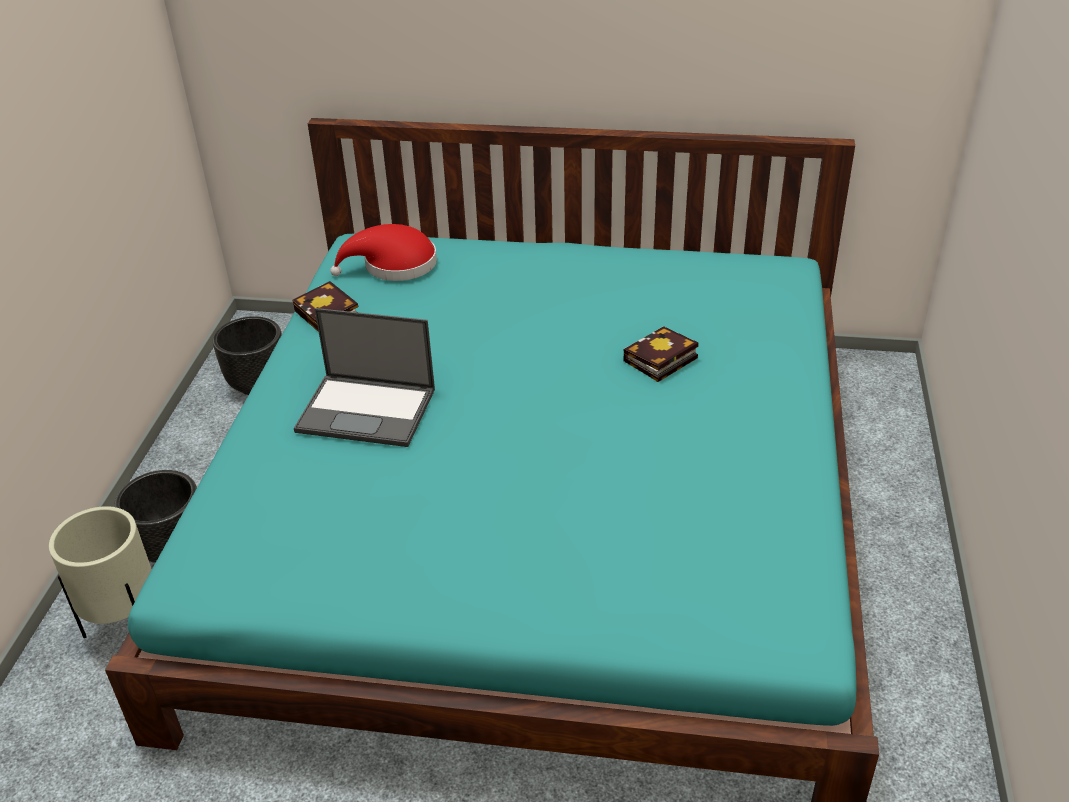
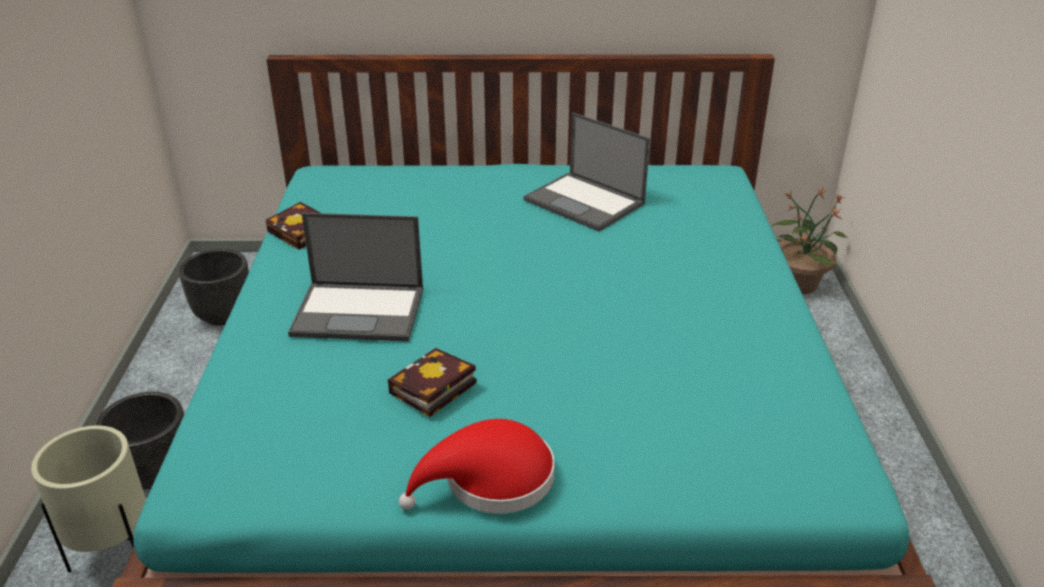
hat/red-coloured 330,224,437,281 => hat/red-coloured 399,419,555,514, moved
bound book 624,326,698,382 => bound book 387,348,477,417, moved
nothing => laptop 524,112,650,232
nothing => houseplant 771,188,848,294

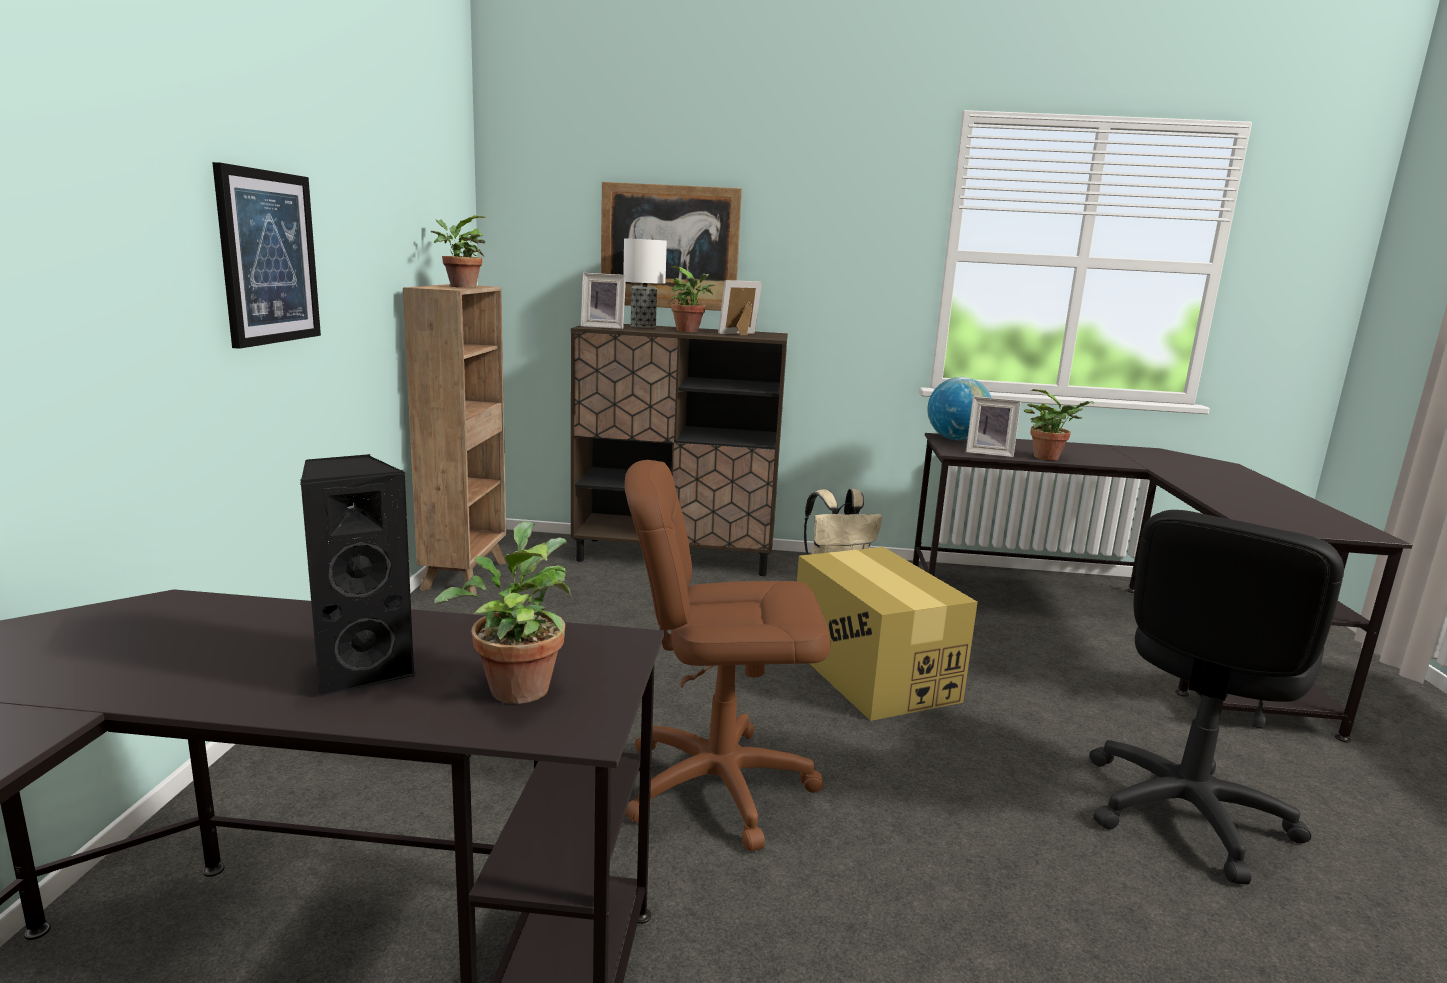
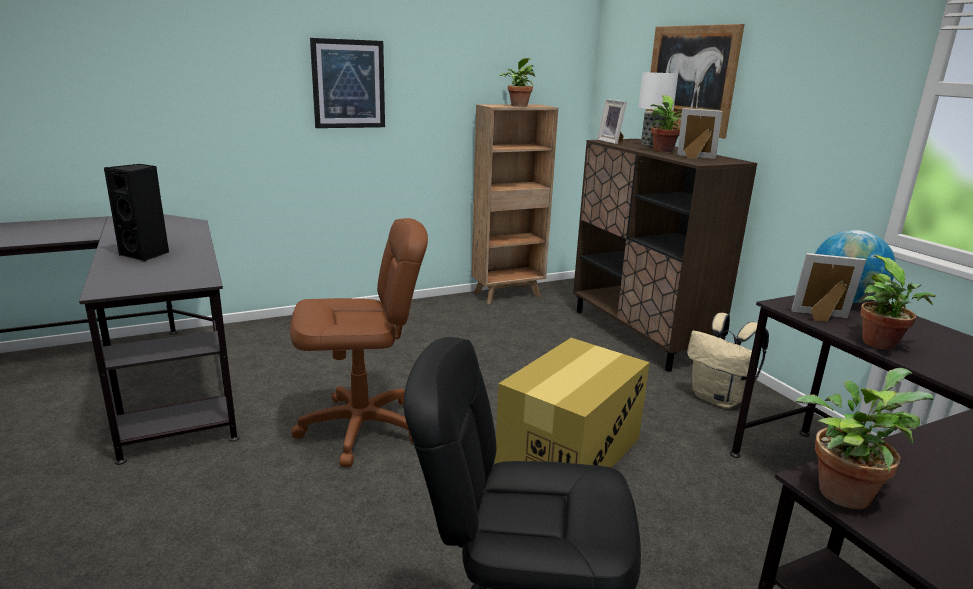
houseplant 435,522,572,704 => houseplant 796,368,934,509, moved
office chair/brownish 625,460,830,852 => office chair/brownish 290,218,428,467, 105 degrees clockwise
picture frame 966,396,1021,457 => picture frame 791,253,866,322, 120 degrees clockwise

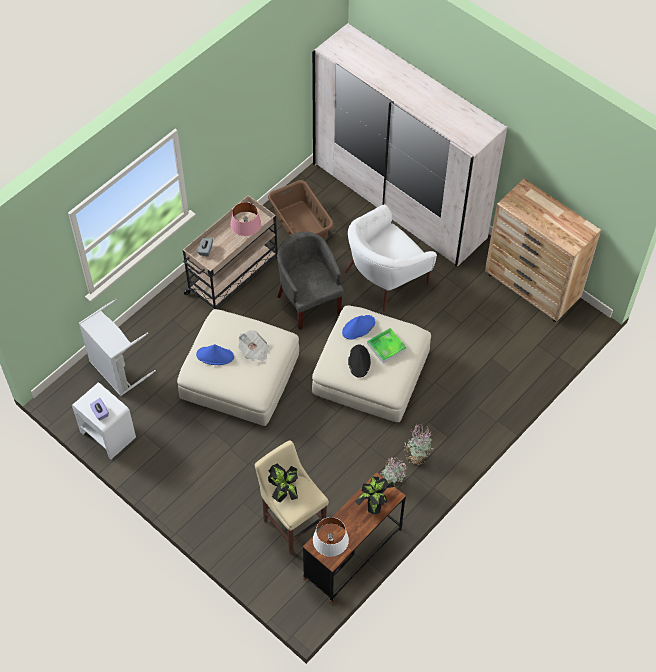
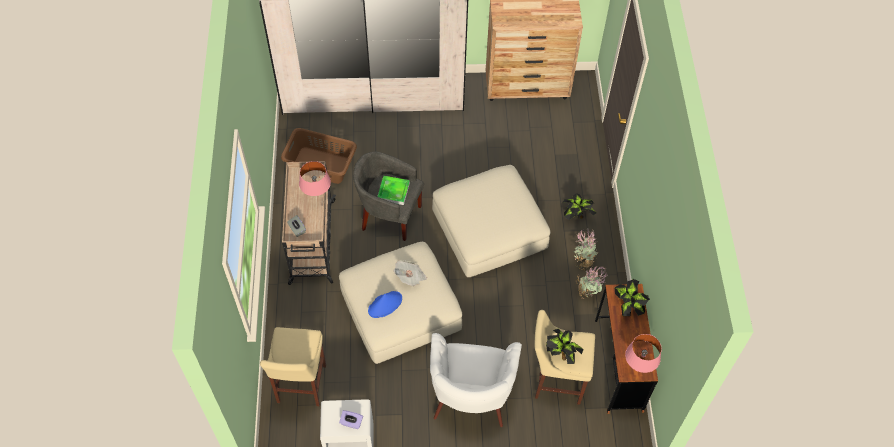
hamper/grey 79,299,156,396 => sitting stool/beige-coloured 260,327,326,406
table lamp/white 313,517,349,557 => table lamp/pink 625,334,662,373
hat/blue-coloured 342,315,375,339 => nothing
easy chair/white 345,205,437,312 => easy chair/white 430,333,522,427, moved
hat/black-coloured 348,345,371,378 => nothing
carrying tray 367,328,407,364 => carrying tray 377,176,410,205, moved
nothing => houseplant 563,193,597,220

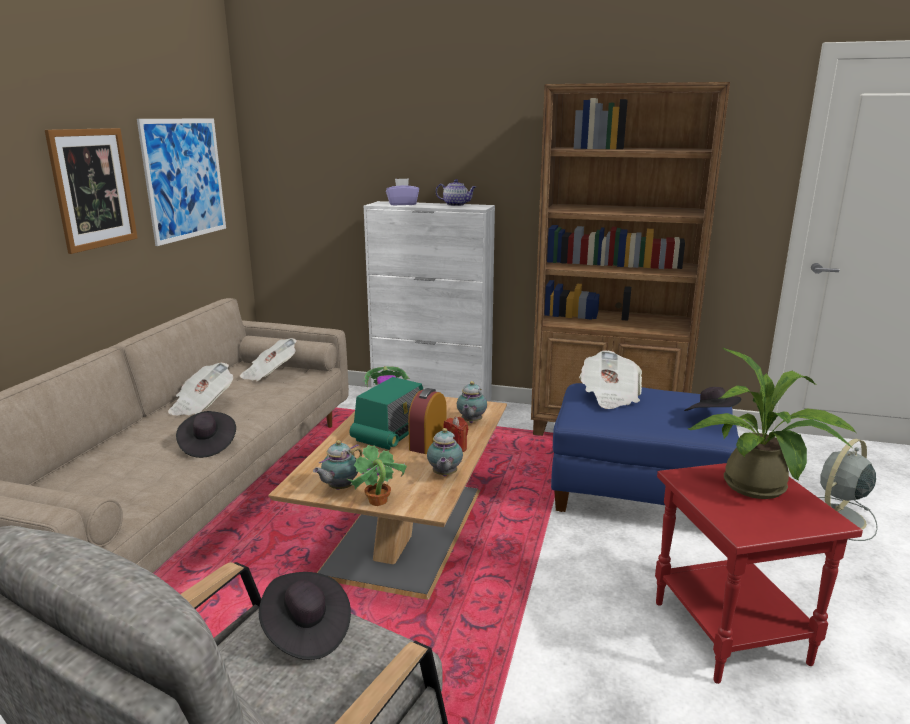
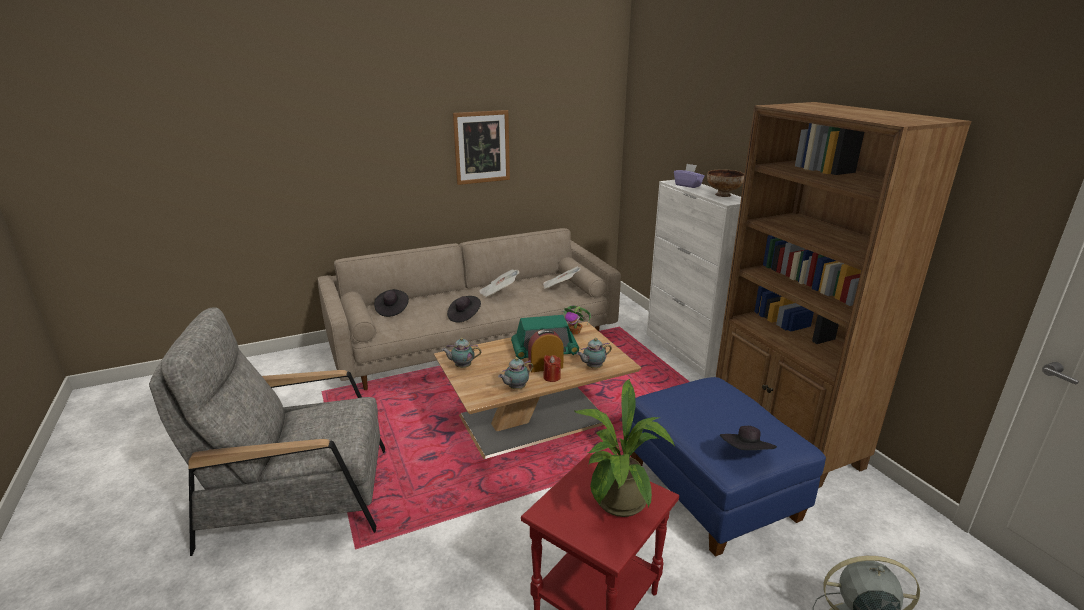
wall picture 137,119,226,246 => nothing
hat/black-coloured 259,572,351,660 => hat/black-coloured 374,289,409,317, moved
houseplant 347,445,407,506 => nothing
teapot 436,179,476,206 => bowl 707,169,745,197
newspaper 580,351,642,409 => nothing

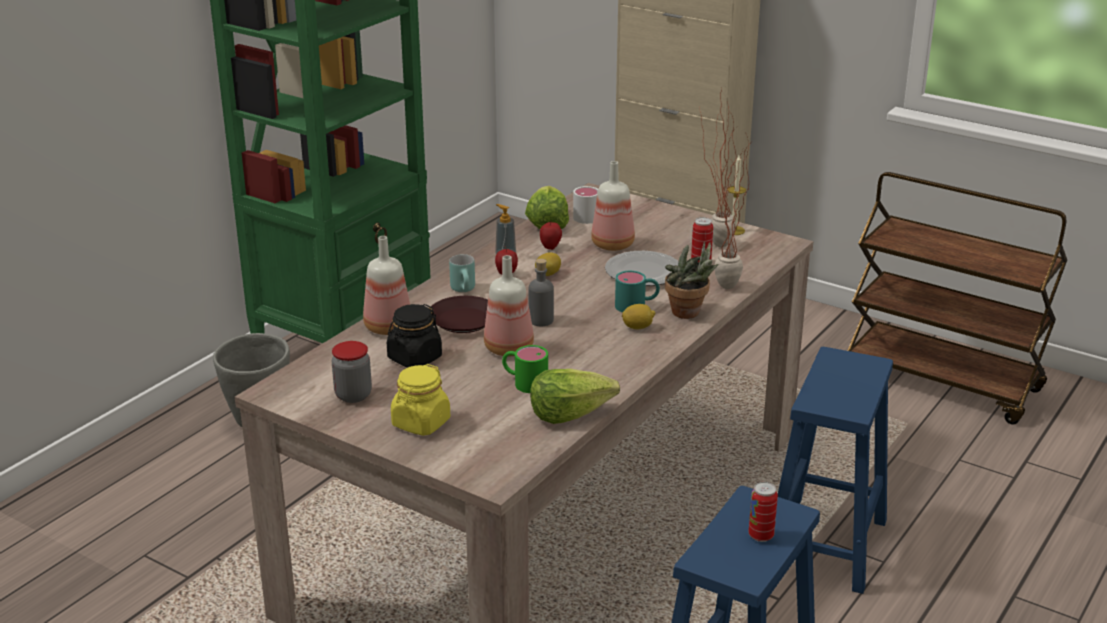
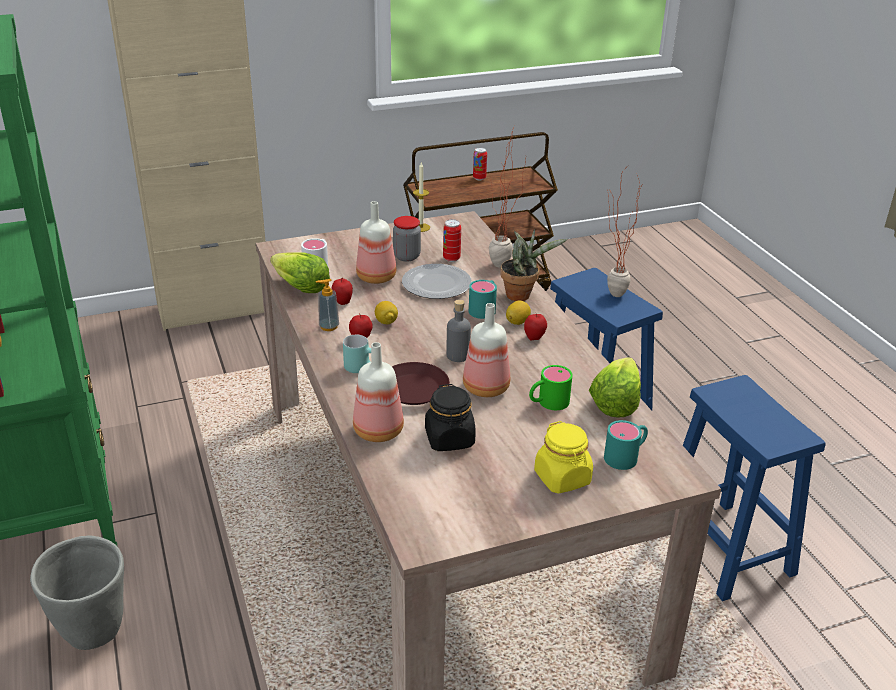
preserve jar 332,341,372,403 => preserve jar 393,216,421,262, moved
houseplant 700,88,743,247 => houseplant 607,169,643,297, moved
can 749,482,778,542 => can 473,147,487,180, moved
nothing => whole apple 524,313,547,340
nothing => tea mug/blue-green 604,420,648,470

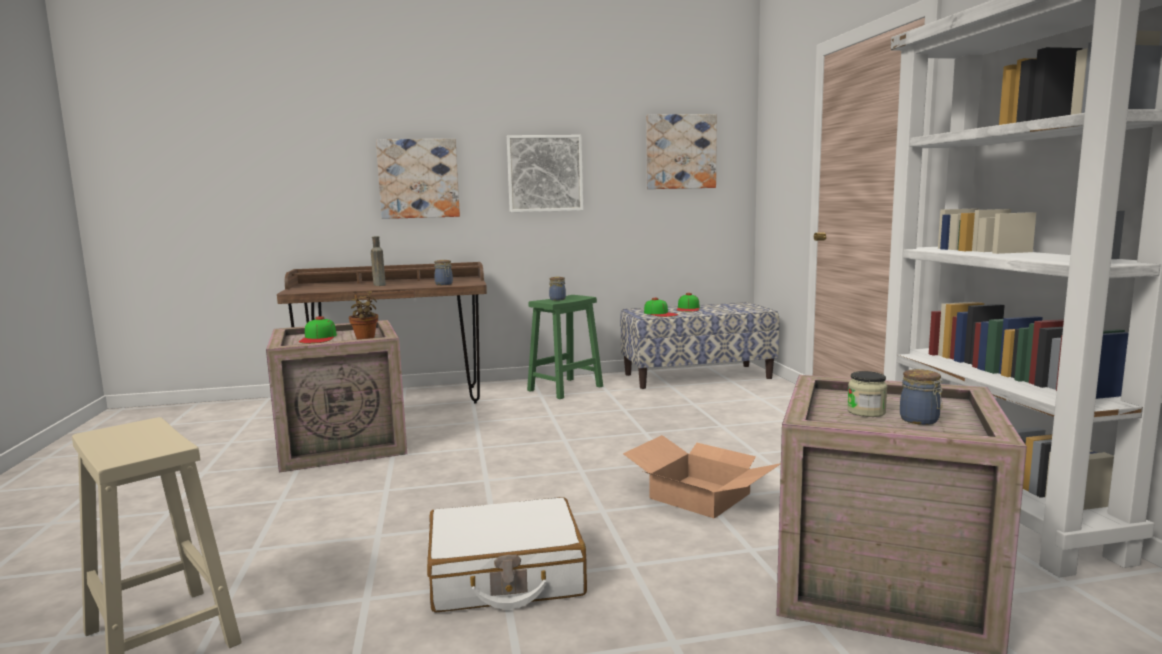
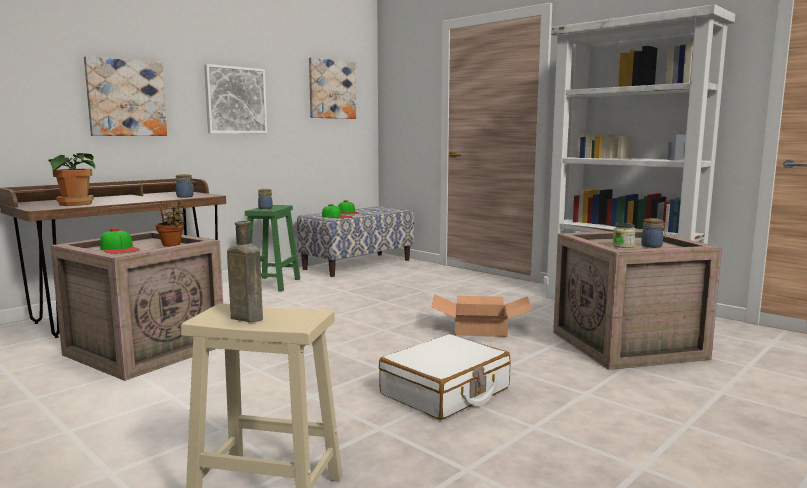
beverage bottle/brownish 371,236,386,286 => beverage bottle/brownish 227,221,263,322, moved
nothing => houseplant 48,153,95,206

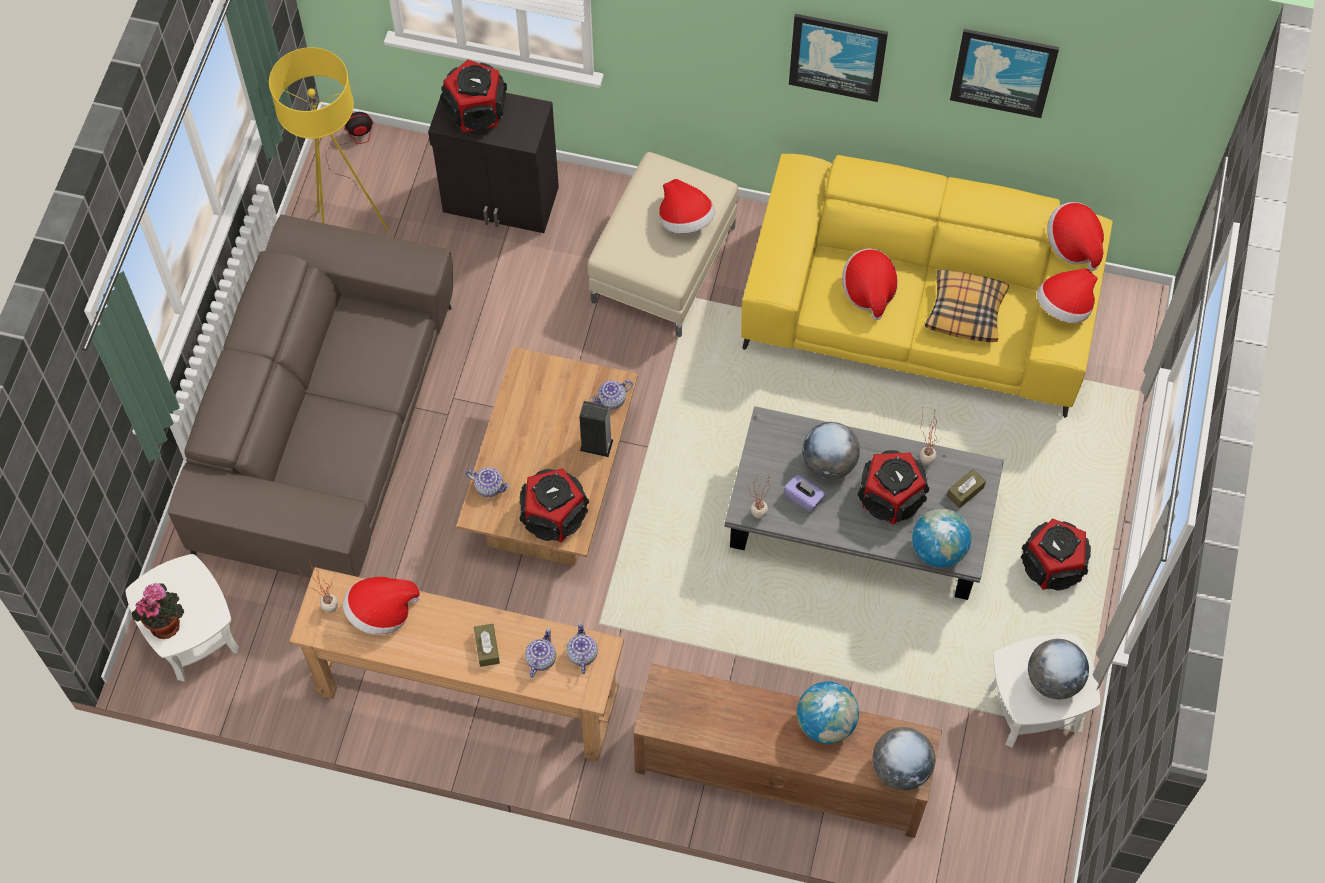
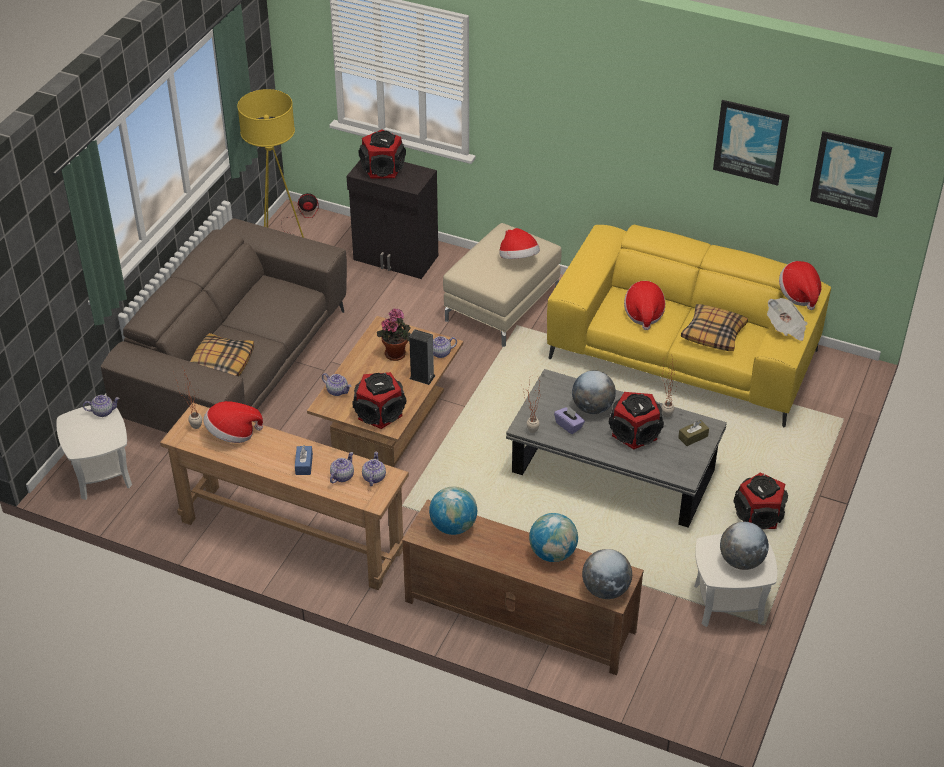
houseplant 132,583,184,639 => houseplant 377,309,411,361, moved
tissue holder/brownish 474,624,500,667 => tissue holder/blue-coloured 295,445,313,475
wall picture 789,14,888,102 => wall picture 810,131,892,217, moved
globe 912,509,971,567 => globe 429,487,477,535, moved
hat 1037,269,1098,323 => newspaper 767,298,807,341
nothing => teapot 83,395,120,417
nothing => pillow 190,333,254,377

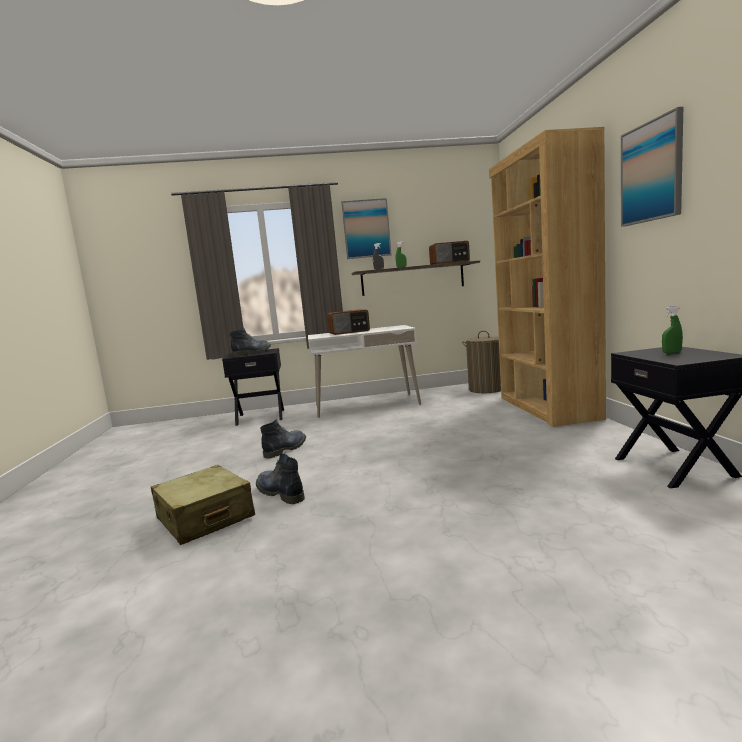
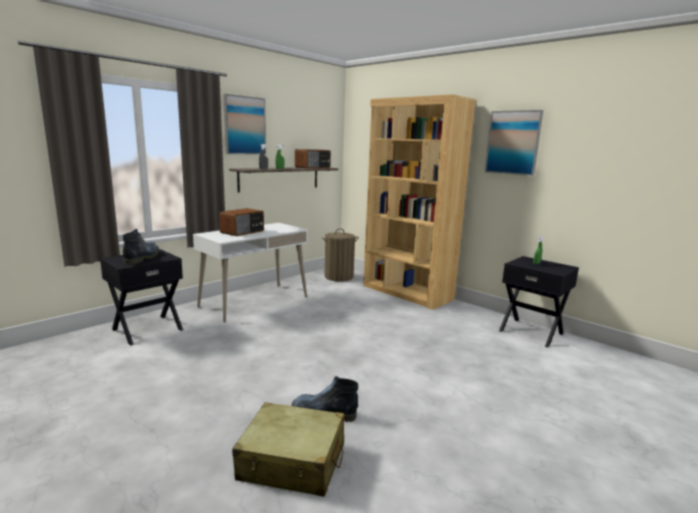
high-top boot 260,419,306,458 => nothing

